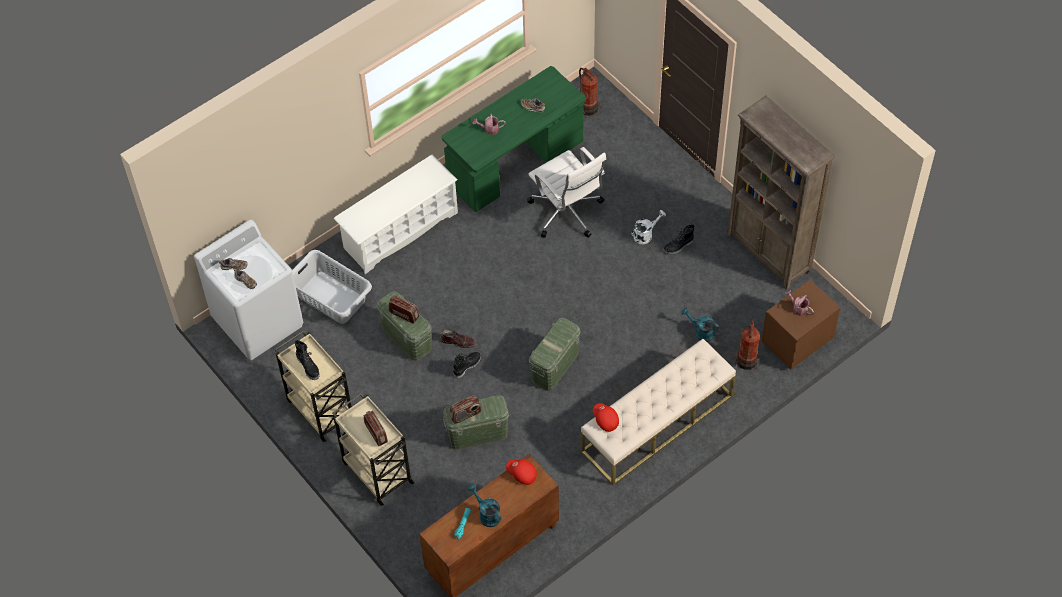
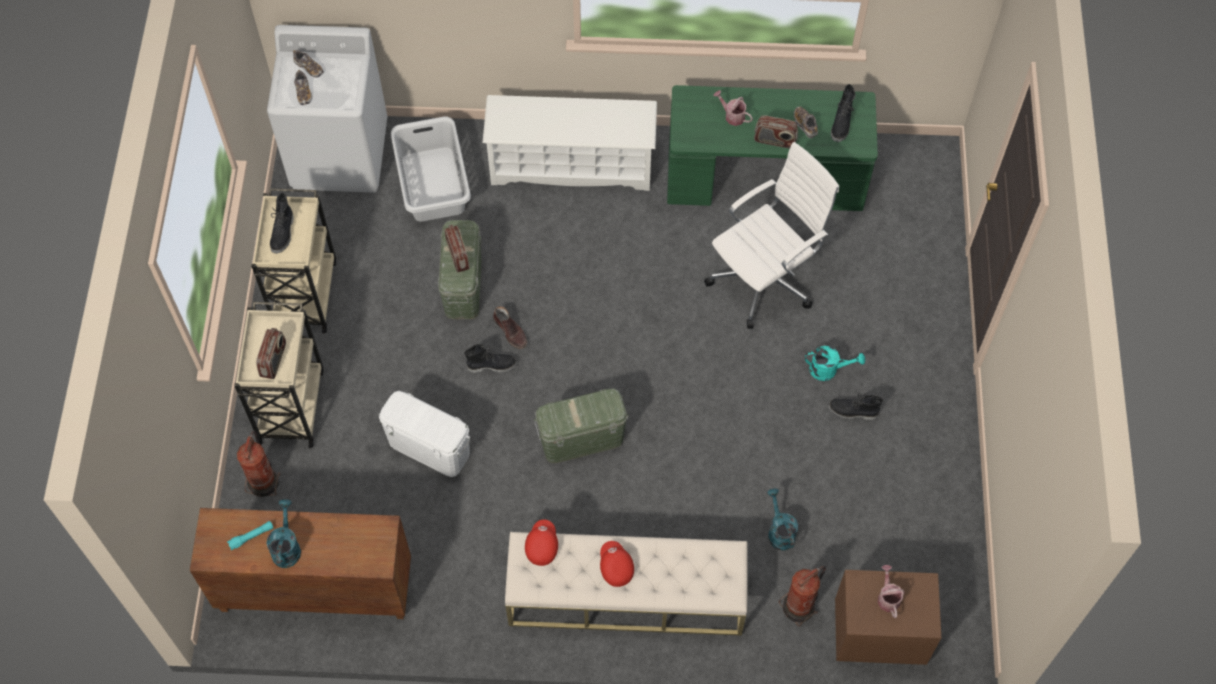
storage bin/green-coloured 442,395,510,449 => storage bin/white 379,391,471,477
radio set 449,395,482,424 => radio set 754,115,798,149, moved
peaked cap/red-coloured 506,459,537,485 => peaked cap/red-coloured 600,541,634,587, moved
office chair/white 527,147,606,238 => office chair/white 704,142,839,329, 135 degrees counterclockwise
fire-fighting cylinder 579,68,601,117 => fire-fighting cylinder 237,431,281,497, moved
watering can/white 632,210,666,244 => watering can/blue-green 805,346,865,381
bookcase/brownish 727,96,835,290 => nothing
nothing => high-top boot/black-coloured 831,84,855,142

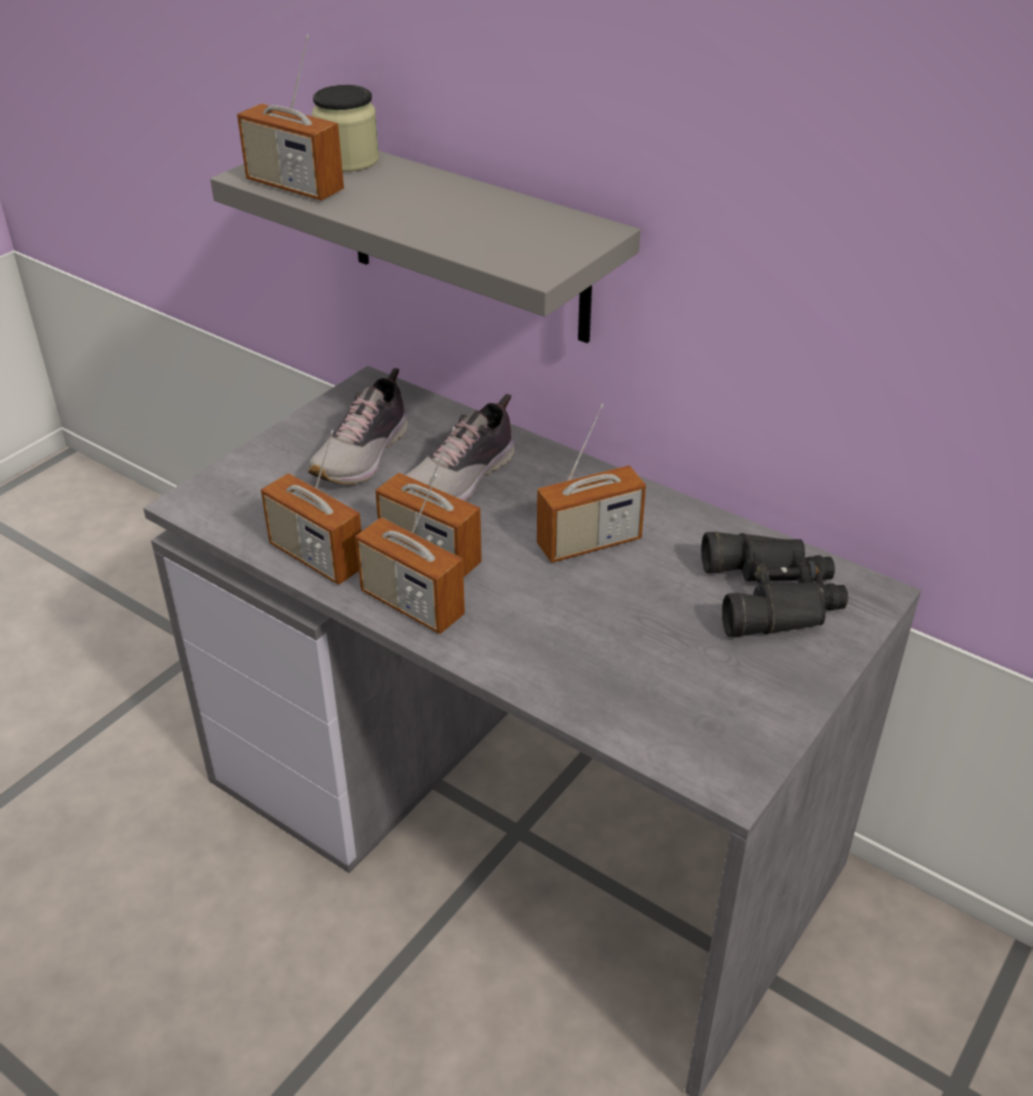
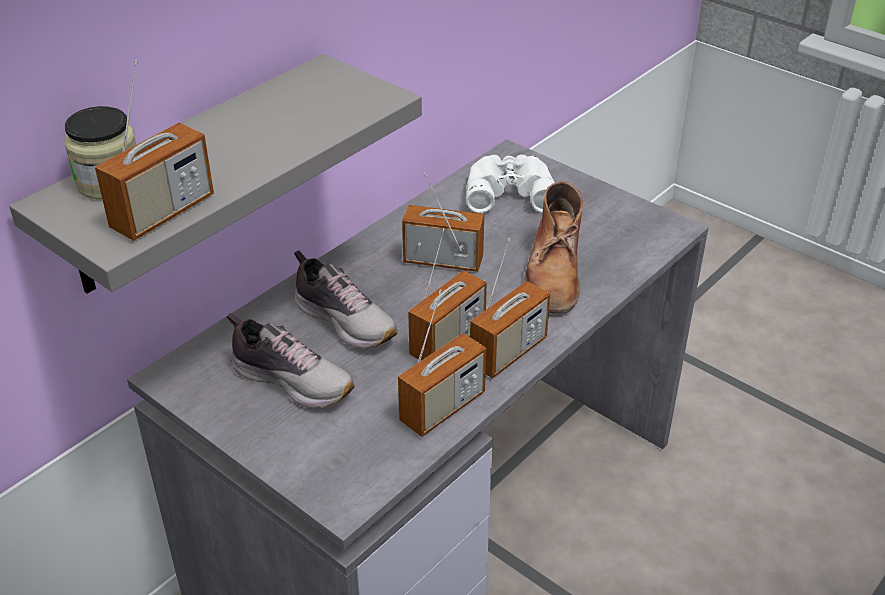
radio set 537,404,646,563 => radio set 402,173,484,272, 60 degrees counterclockwise
field glasses/black-coloured 701,532,848,637 => field glasses/white 466,155,555,213
nothing => high-top boot/brownish 525,181,583,313

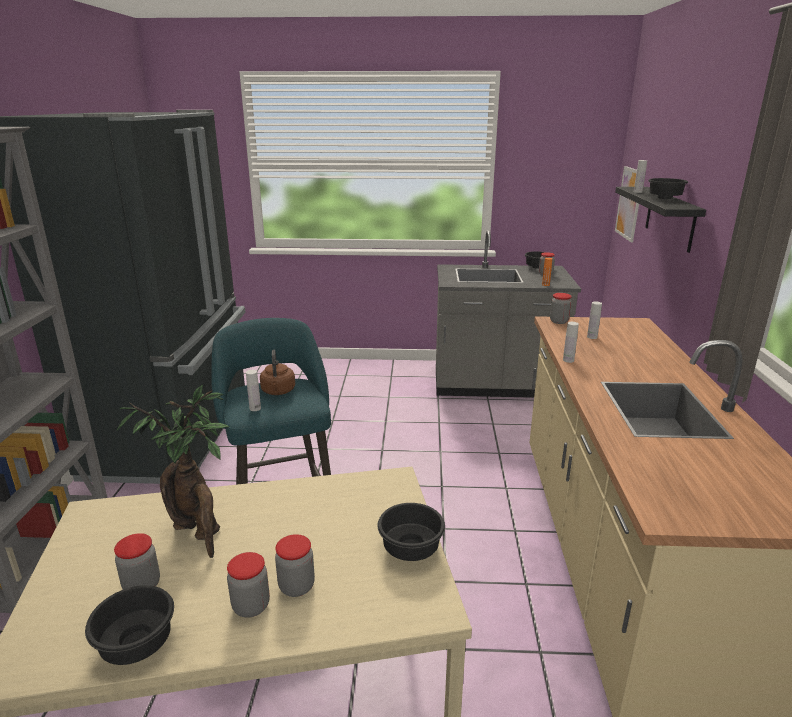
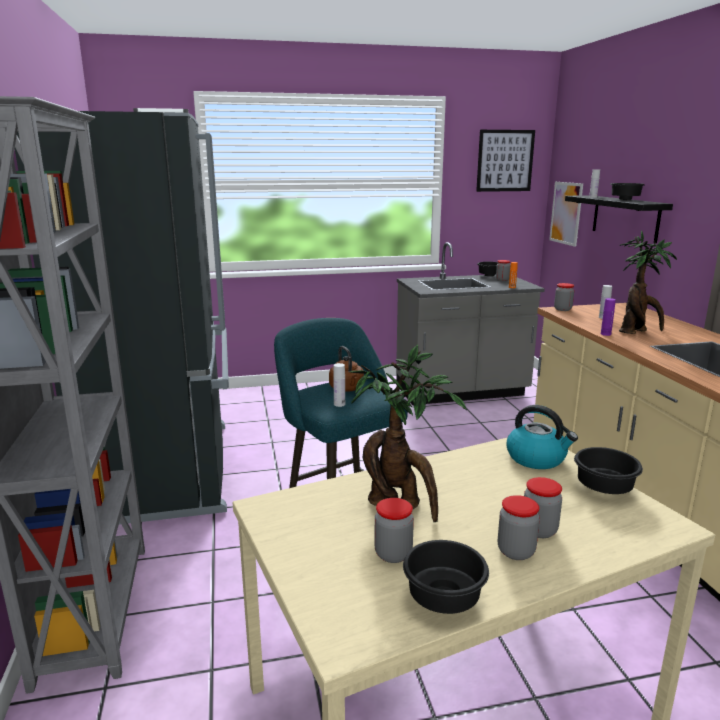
beverage bottle/white 563,322,579,363 => beverage bottle/purple-coloured 601,298,616,336
nothing => wall picture 476,130,535,192
nothing => kettle 507,405,578,469
nothing => houseplant 619,230,677,334

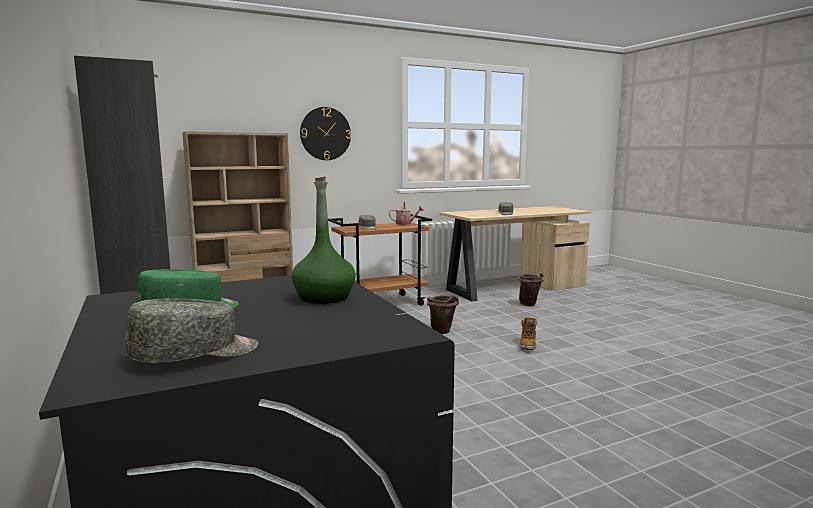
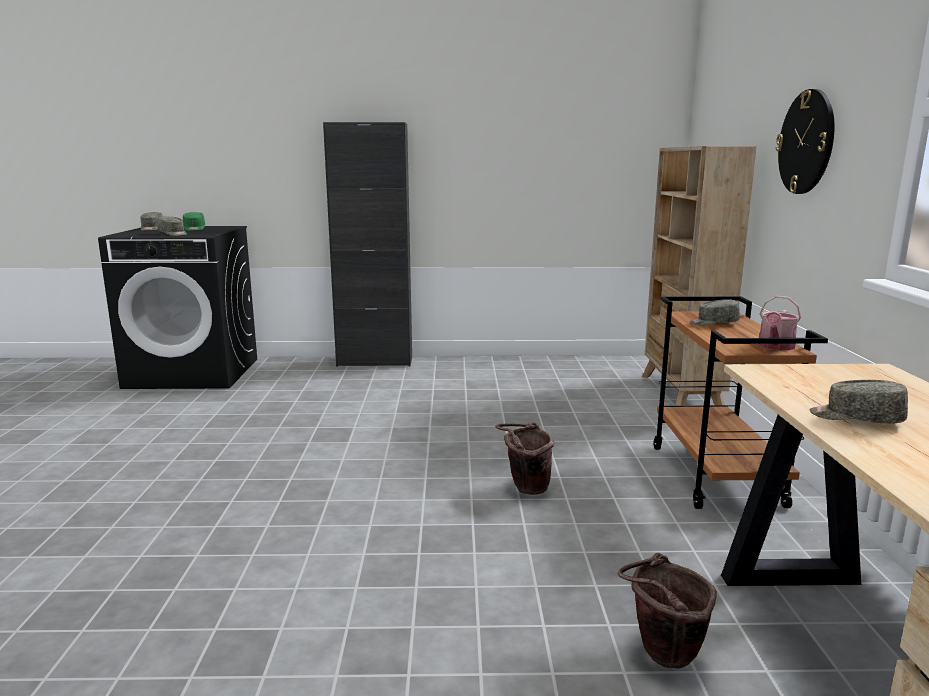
beverage bottle/green-coloured 291,176,355,304 => peaked cap/grey 157,216,187,236
high-top boot 519,316,537,350 => nothing

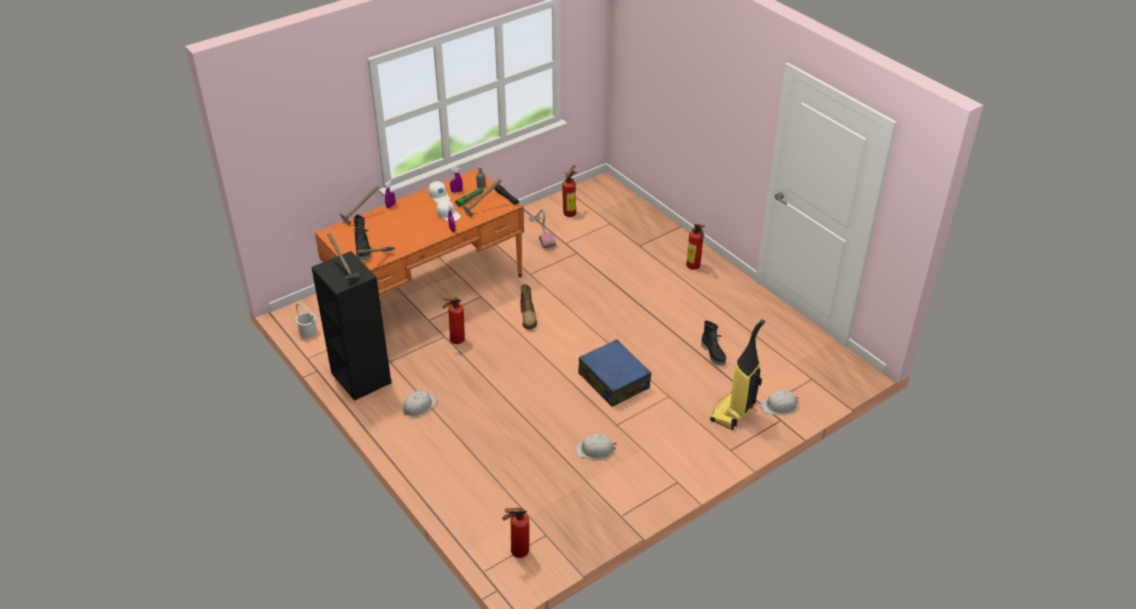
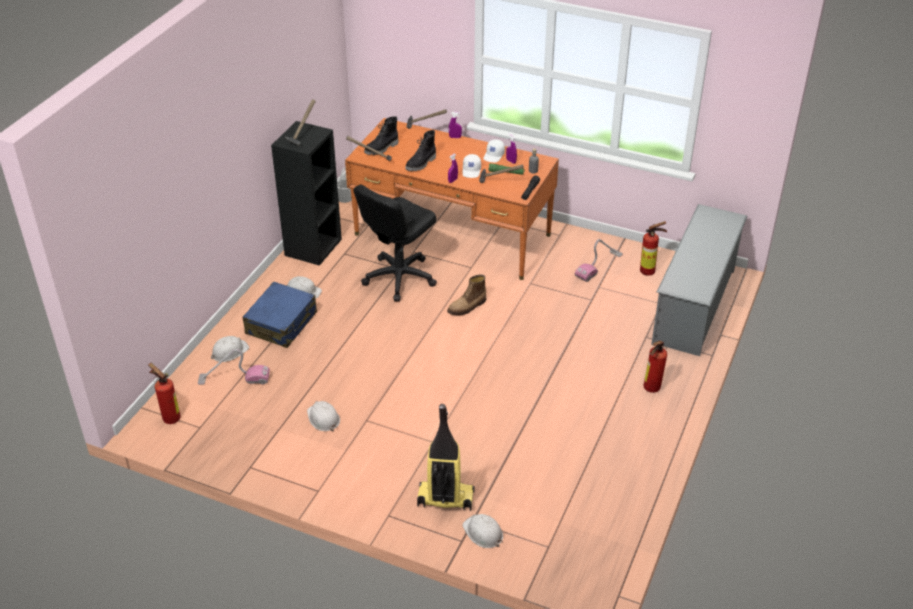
fire-fighting cylinder 442,298,465,344 => office chair/black-coloured 353,185,437,302
piece of luggage/blue-coloured 578,339,651,407 => piece of luggage/blue-coloured 243,282,317,348, moved
high-top boot/black-coloured 701,320,726,366 => high-top boot/black-coloured 405,130,436,171, moved
nothing => vacuum cleaner 198,349,270,385
nothing => work helmet/white 211,336,249,362
nothing => shoe rack/grey 651,204,748,356

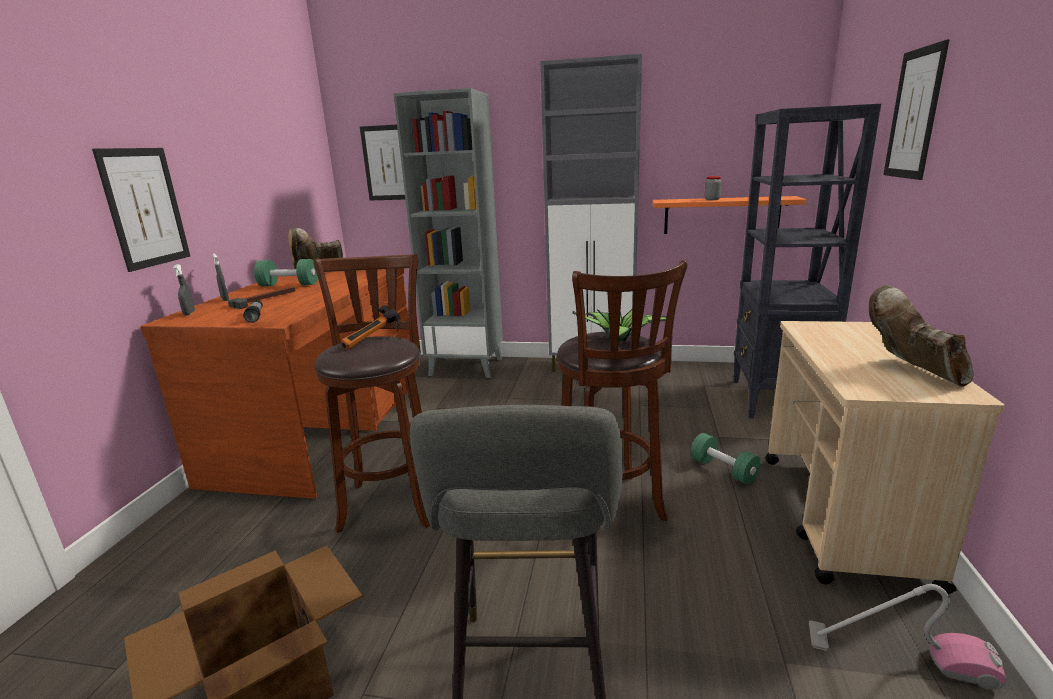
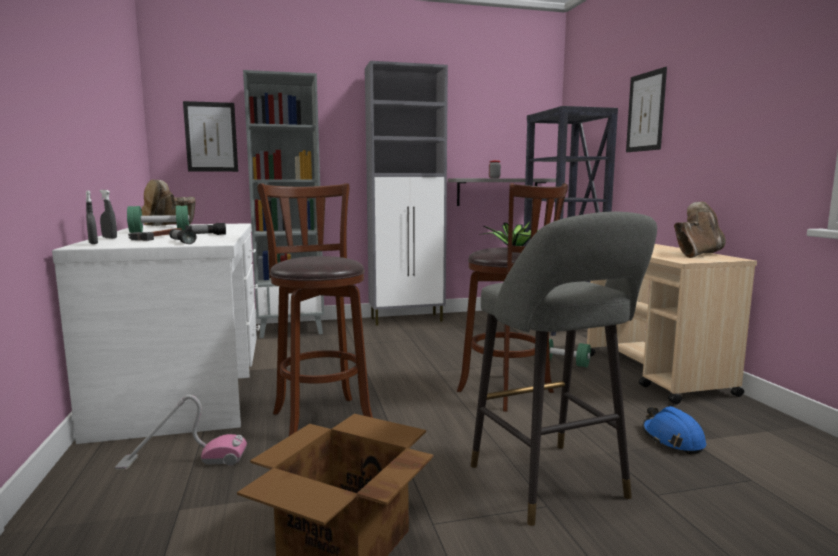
wall picture 92,148,190,272 => nothing
desk/brownish 141,268,416,499 => desk/white 52,223,260,444
hammer 340,305,401,350 => nothing
bracket shelf/orangey 652,196,806,234 => bracket shelf/grey 448,178,556,206
vacuum cleaner 809,584,1006,690 => vacuum cleaner 115,395,247,470, moved
high-top boot/brownish 869,285,974,387 => high-top boot/brownish 674,201,726,258, 90 degrees clockwise
nothing => torch 185,223,226,235
nothing => work helmet/blue-coloured 643,406,706,454

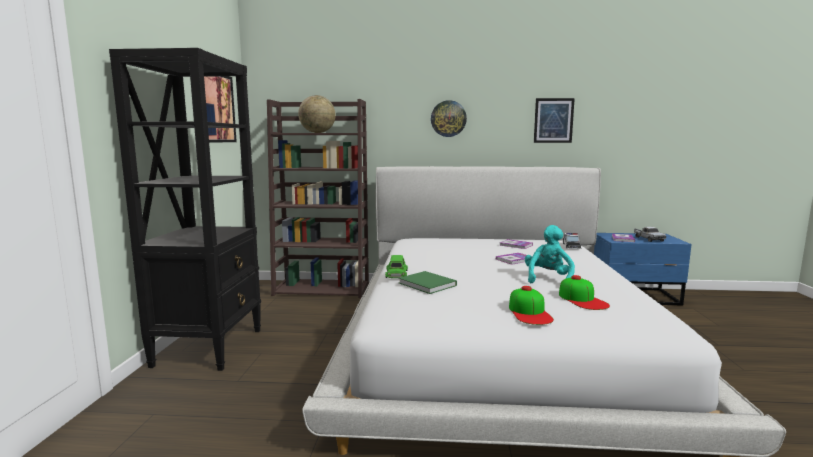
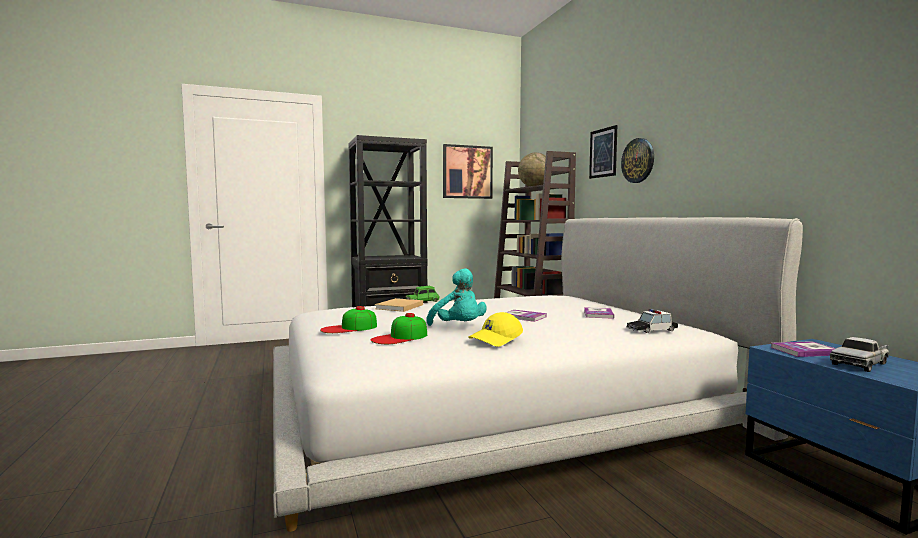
bound book/green-coloured 399,271,457,294 => bound book/beige-coloured 375,298,423,312
soft toy/blue-green 525,225,575,283 => soft toy/blue-green 426,268,487,326, 60 degrees clockwise
wall picture 534,98,575,143 => wall picture 589,125,617,179, moved
nothing => peaked cap/yellowish 469,312,523,347

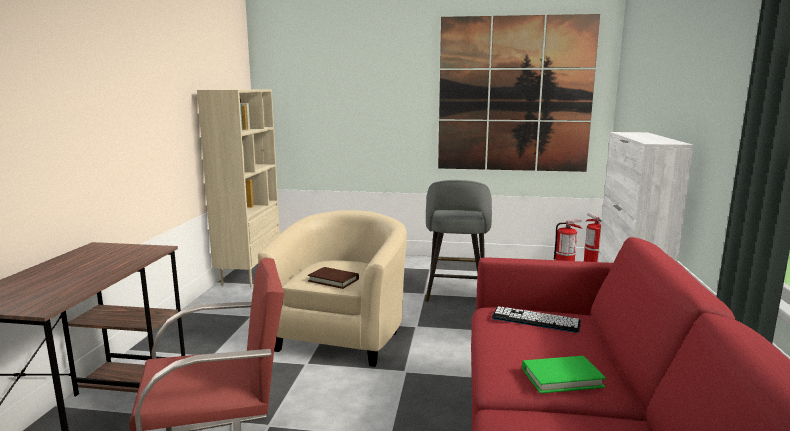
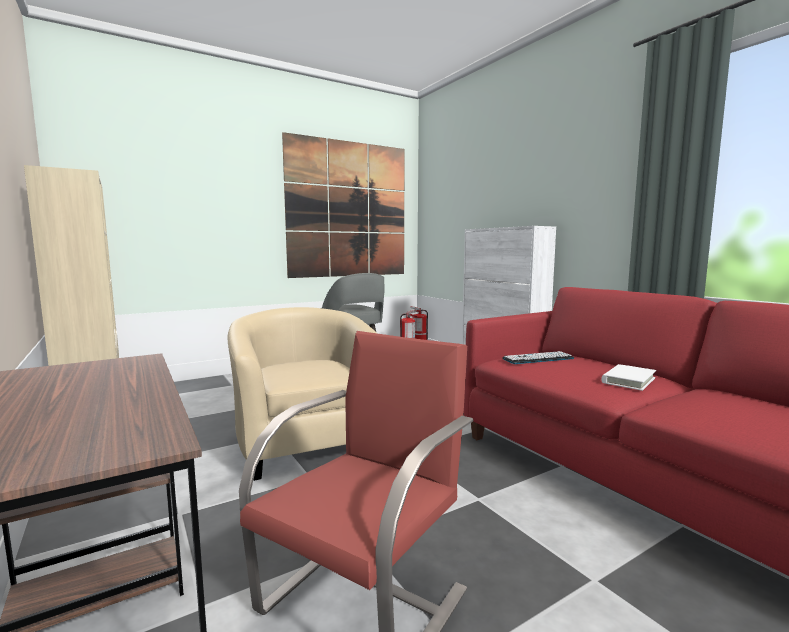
bound book/brownish 308,267,359,289 => nothing
bound book/green-coloured 522,356,606,394 => bound book/white 601,364,656,391

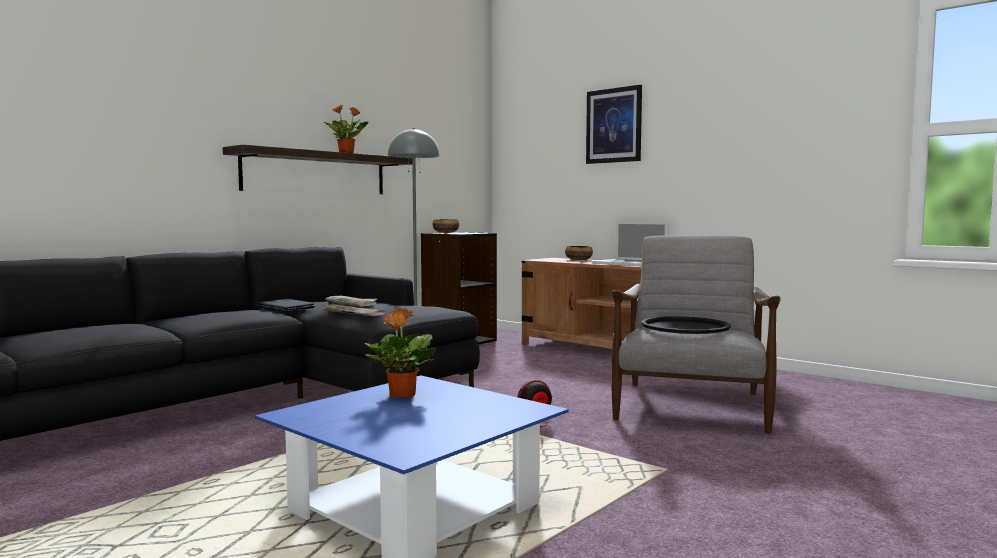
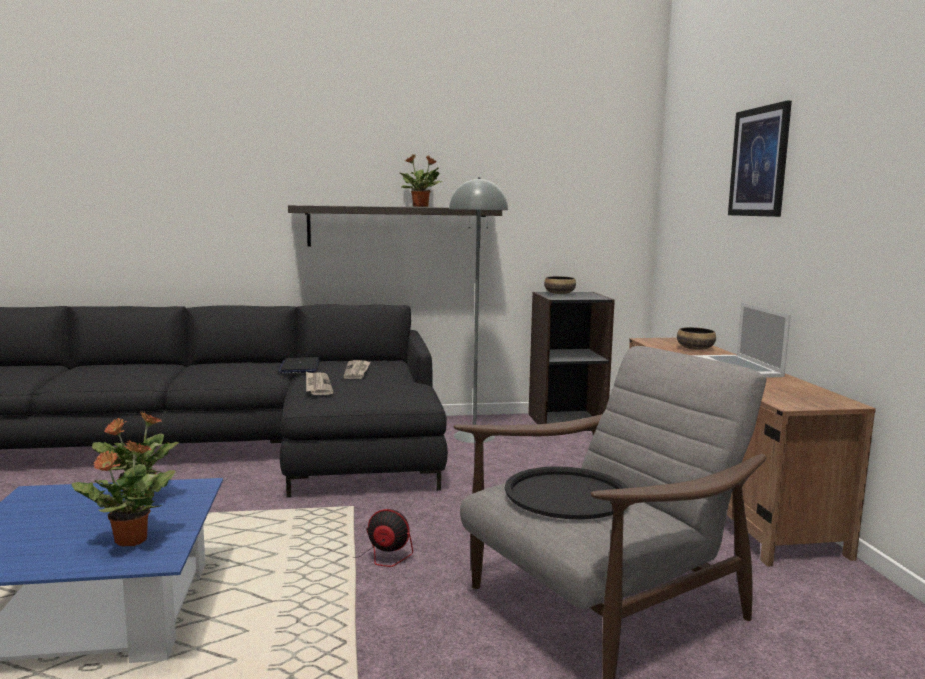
nothing => houseplant 72,440,175,547

